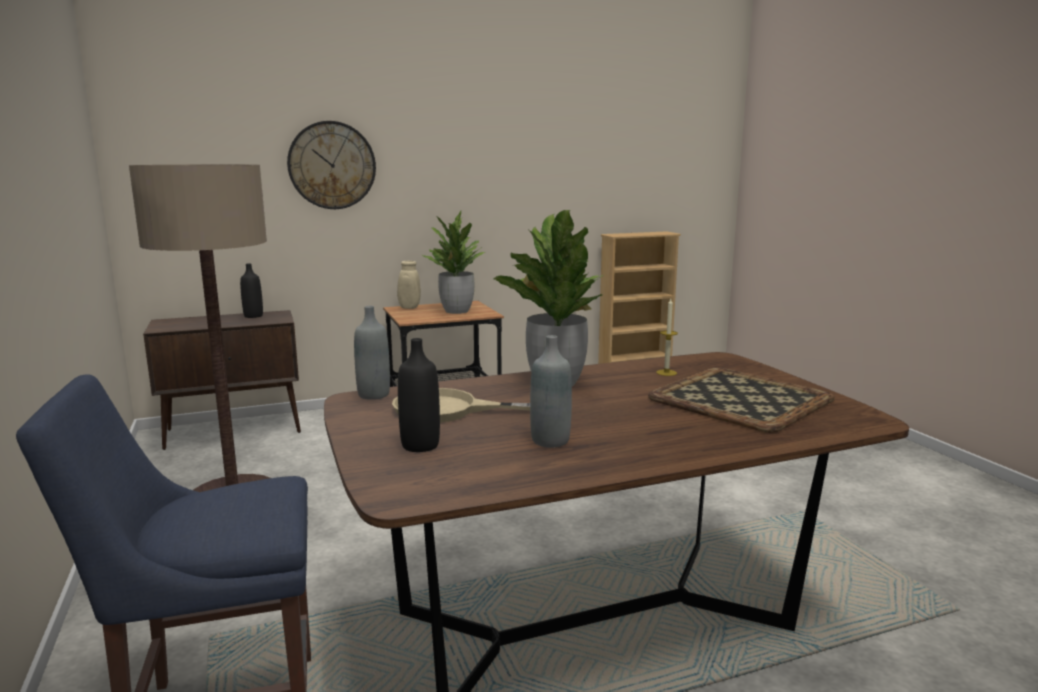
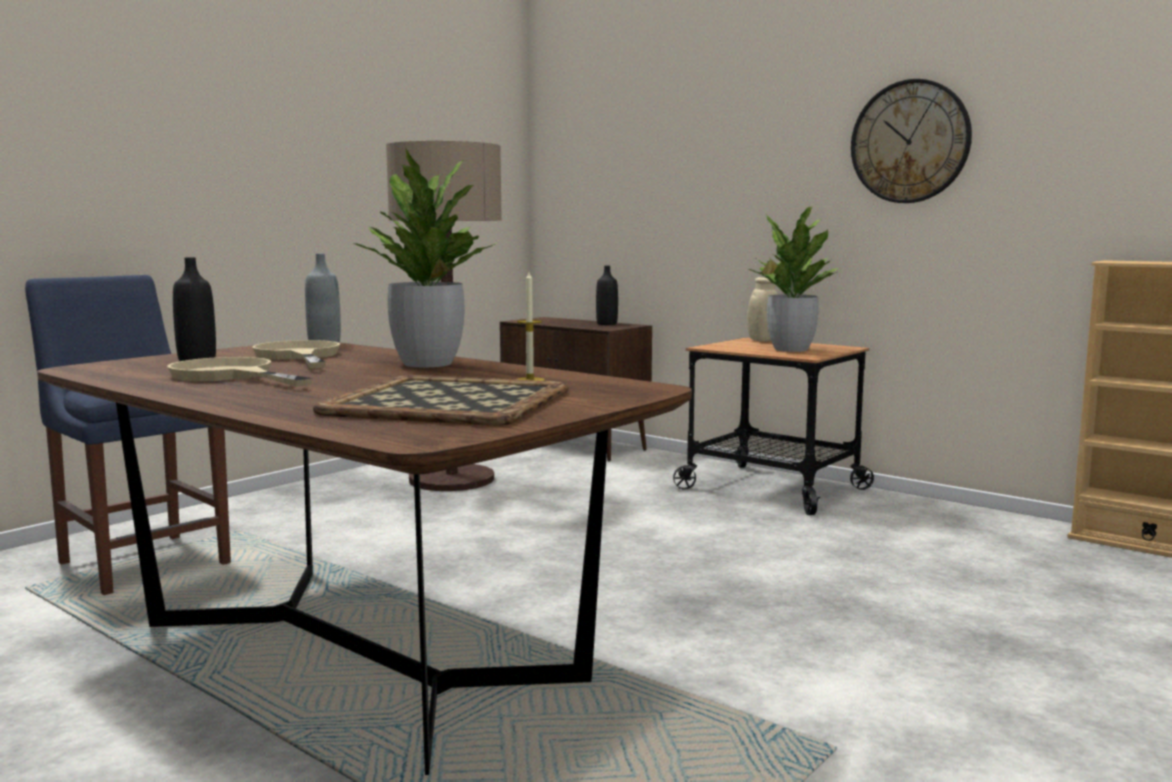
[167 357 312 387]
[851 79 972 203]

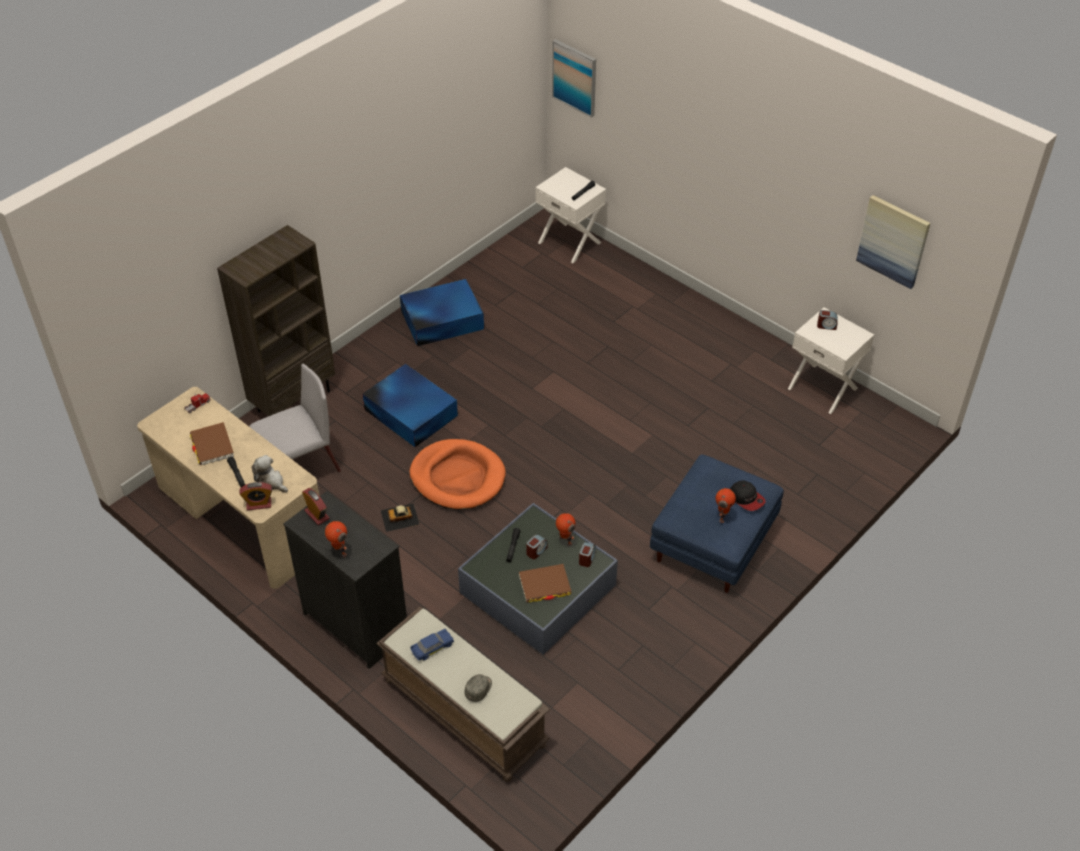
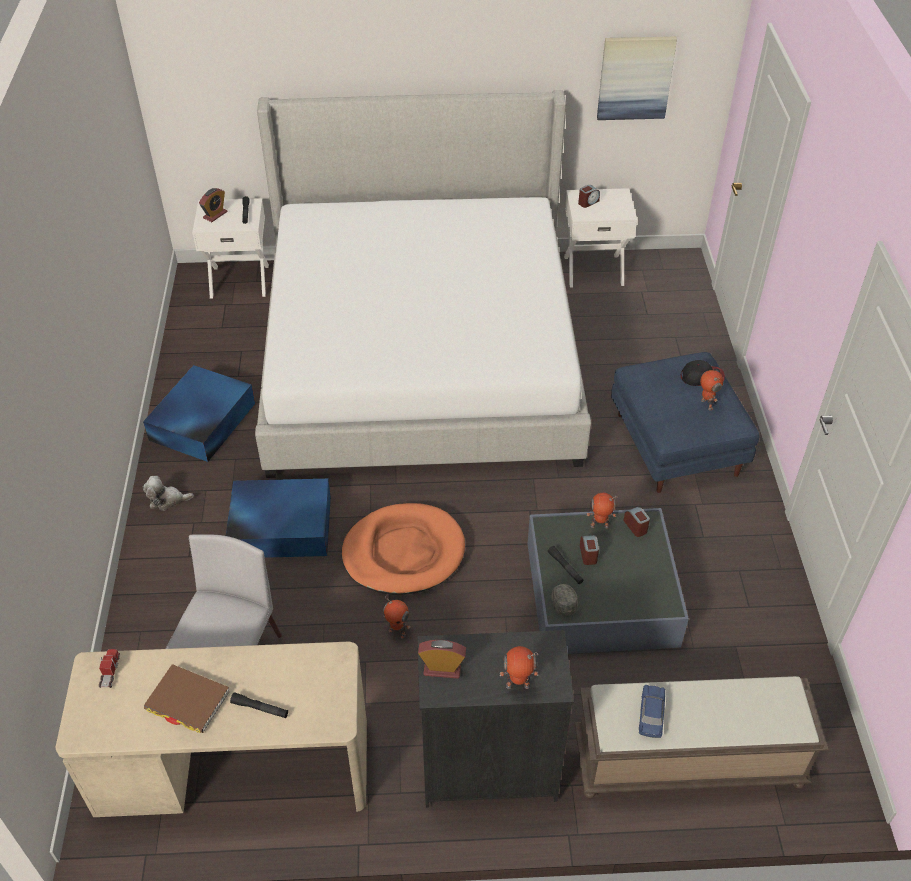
[143 476 194 511]
[199 188 227 222]
[255 90 591 478]
[383 597 410 639]
[551 584 578 616]
[217 225 335 416] (first image)
[519 564 572 603] (first image)
[552 39 596 118] (first image)

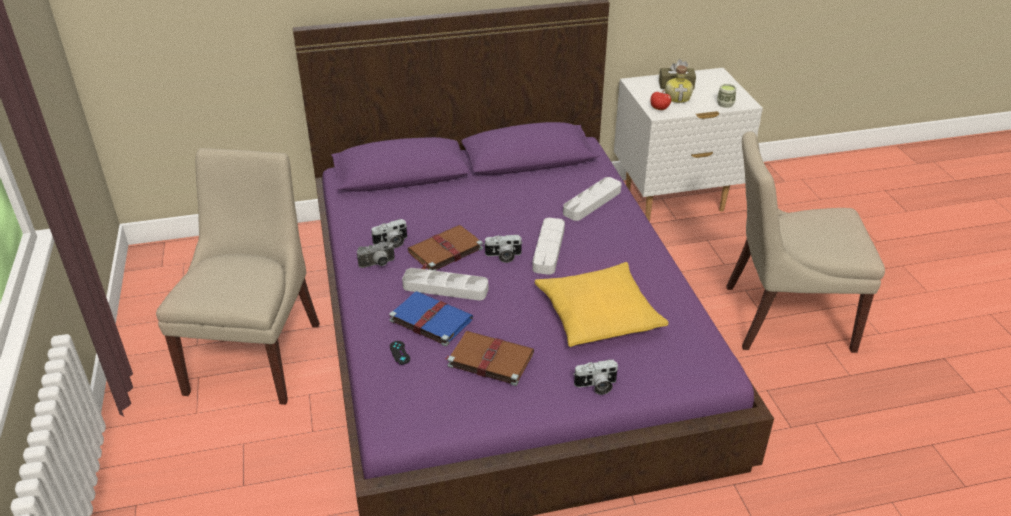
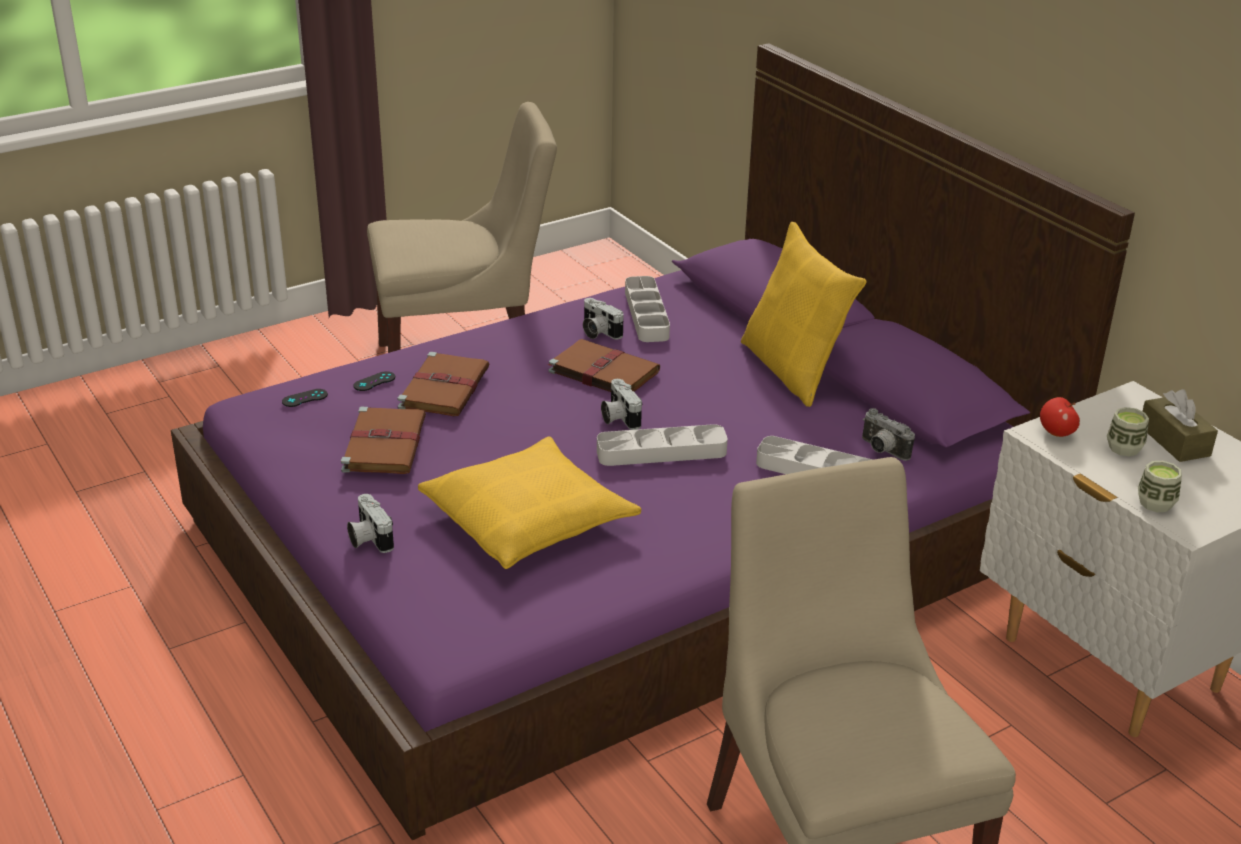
[282 389 328 407]
[397 352 490 416]
[625 276 670 342]
[741 222 867 407]
[862 408 915 461]
[1107 407 1149 457]

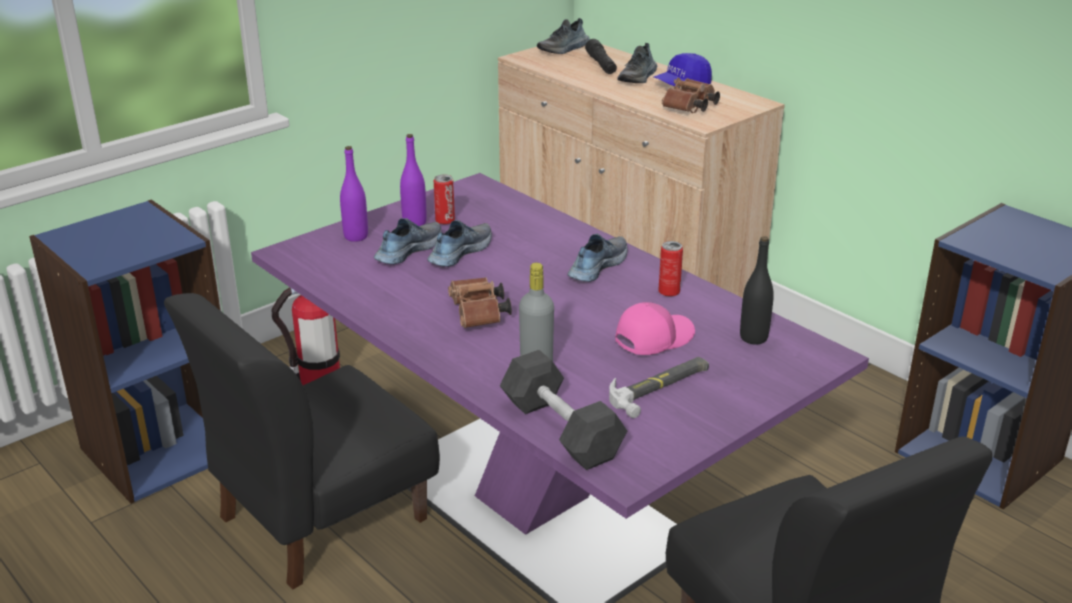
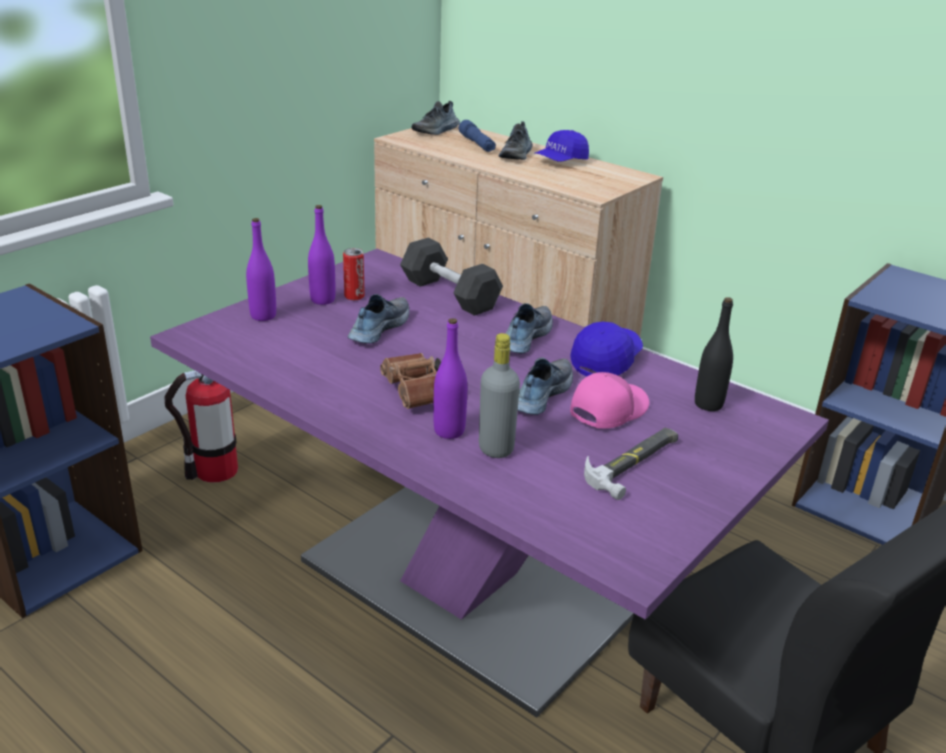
[400 238 503 316]
[433 318 467 439]
[459 120 496 152]
[518 357 573 415]
[570 322 643 376]
[164 293 440 590] (first image)
[662 78 720 113] (first image)

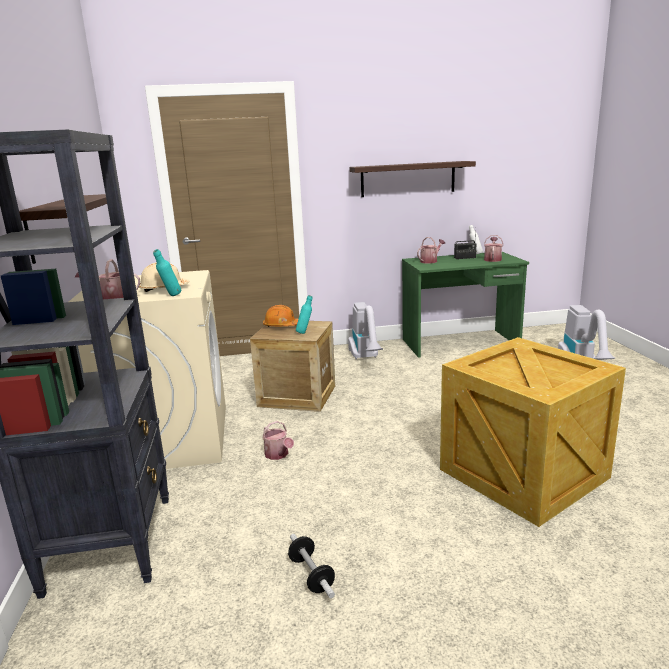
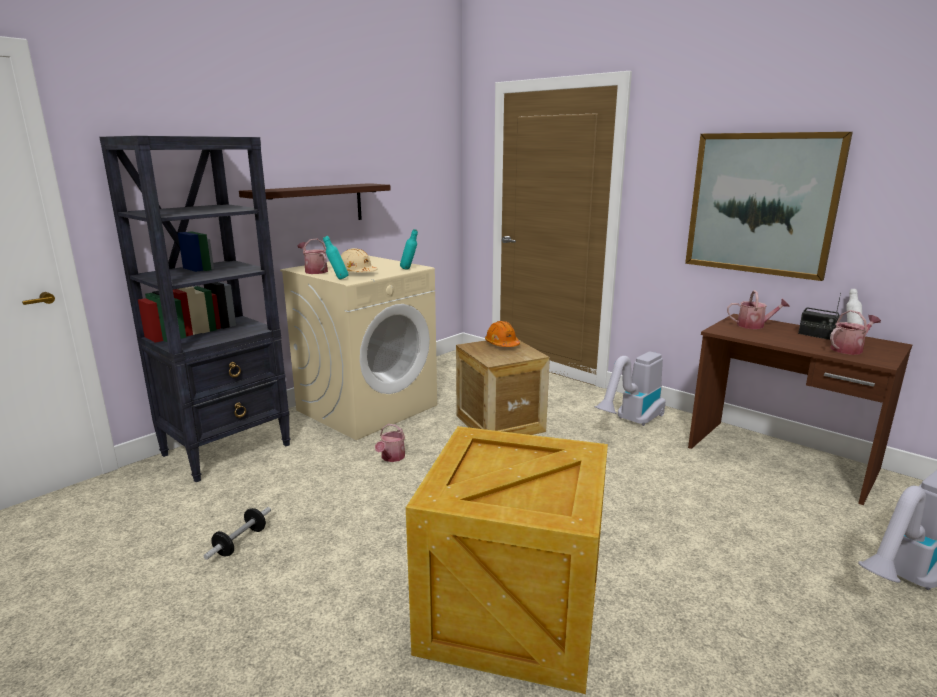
[400 229 418 270]
[685 132 853 281]
[688 314 912 505]

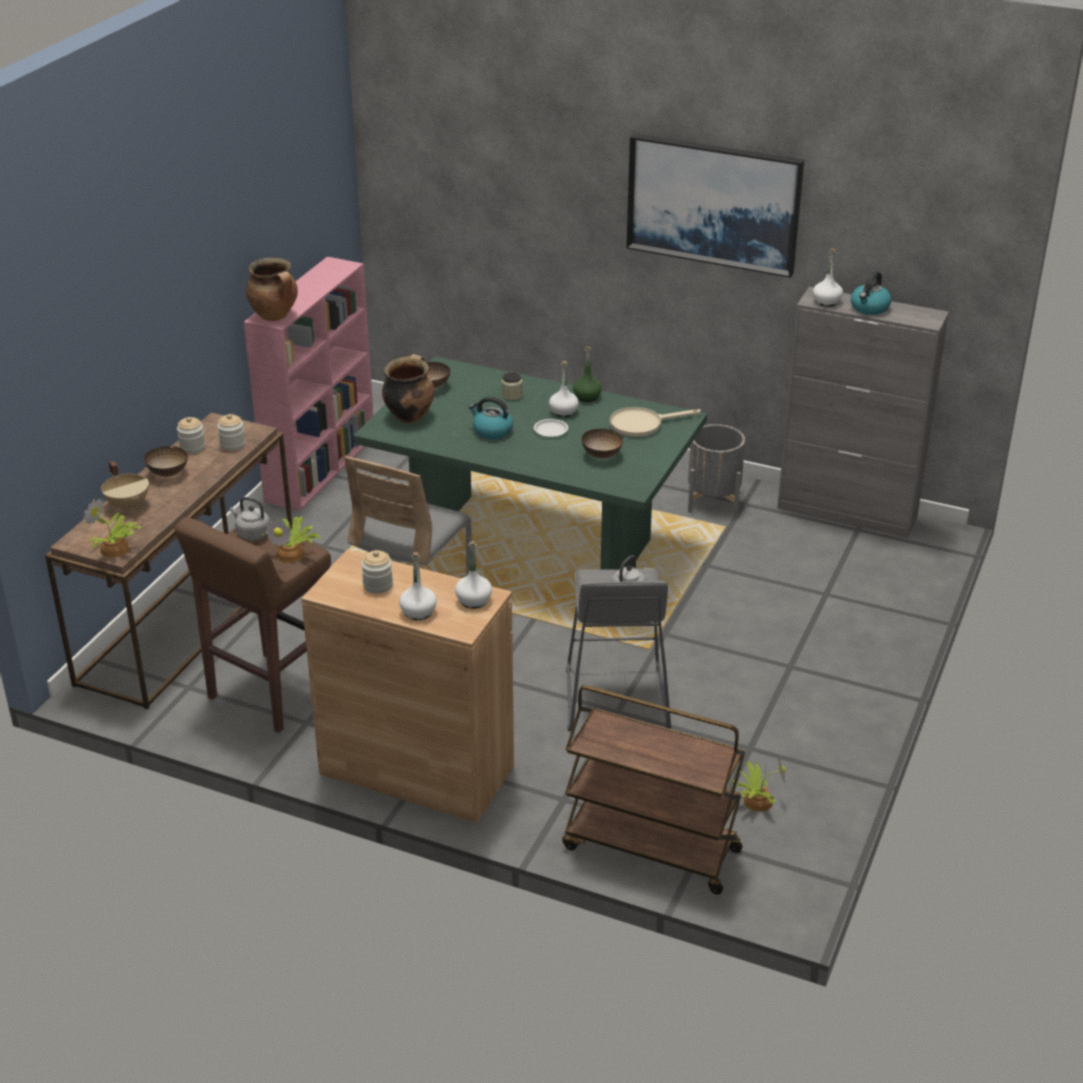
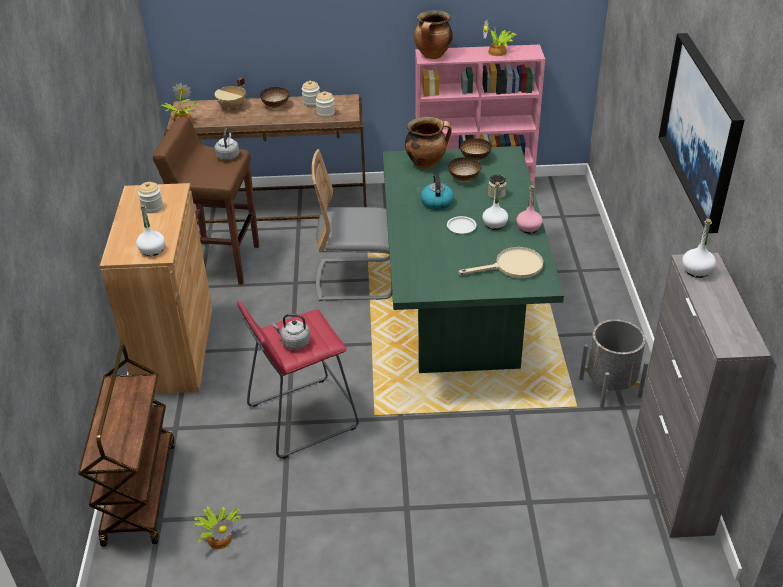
[237 301 359 459]
[448 157 482 181]
[458 247 543 278]
[483 19 517 56]
[516 185 543 233]
[399 552 437 620] (first image)
[851 271 891 315] (first image)

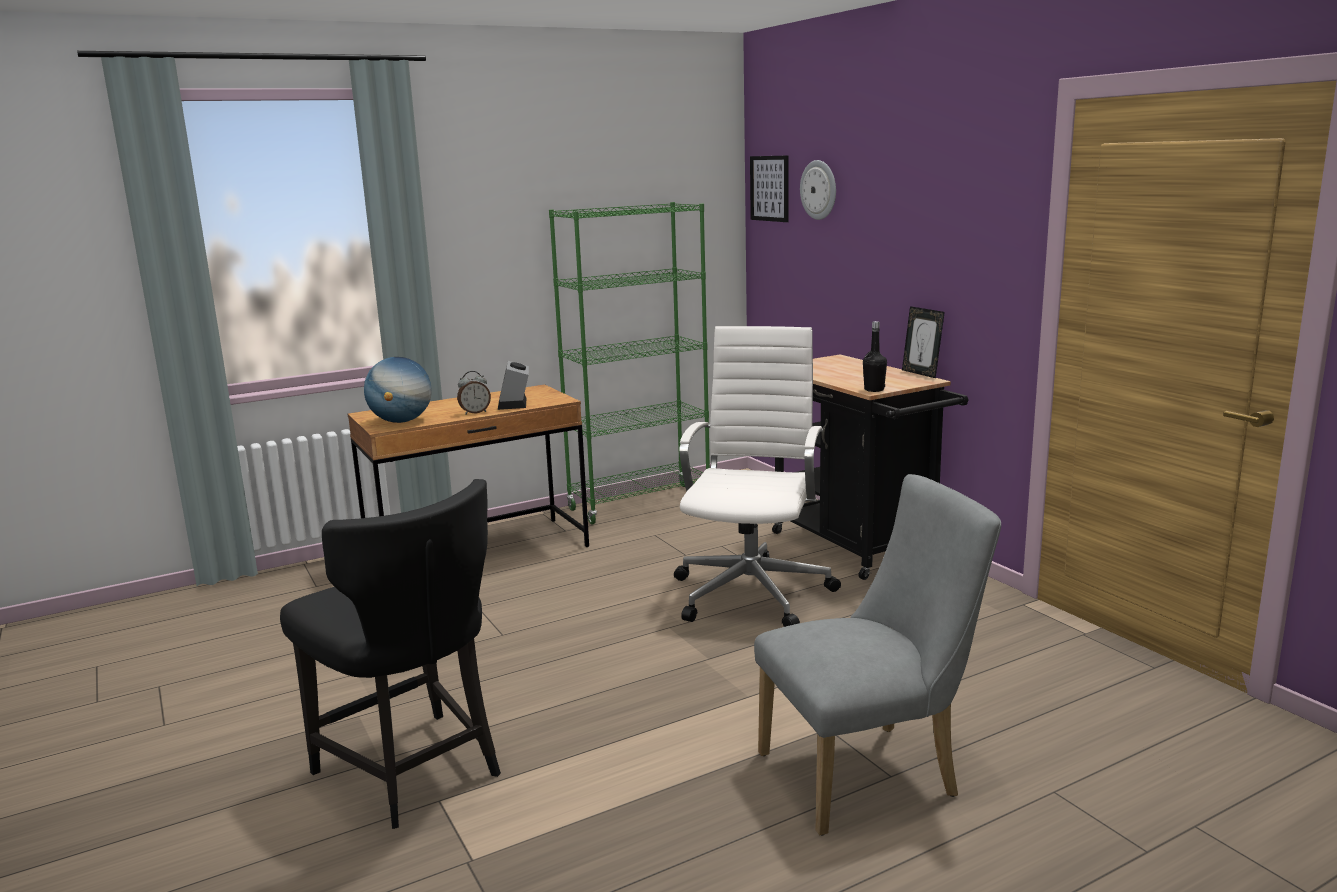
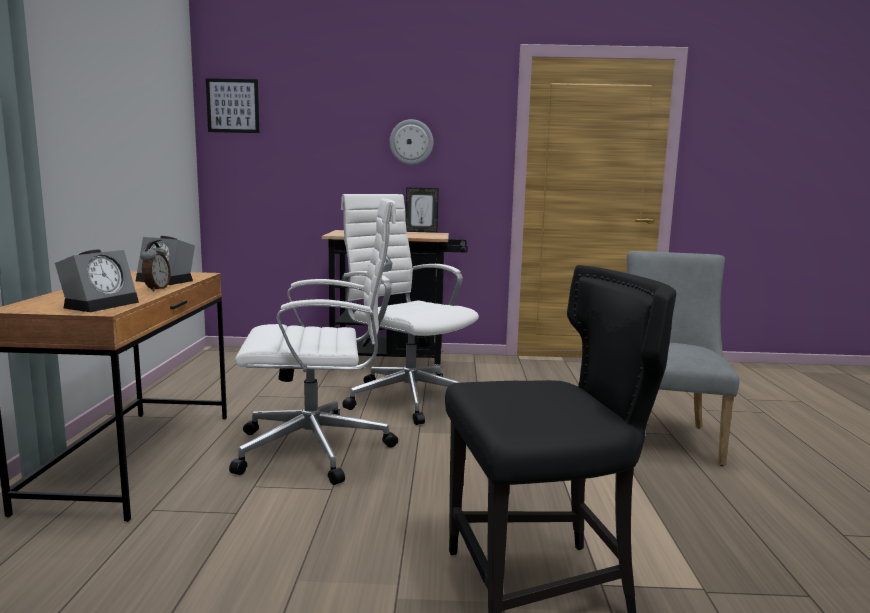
[55 249 139 312]
[229 198 398 485]
[389 119 433 165]
[549 202 710 524] (first image)
[863 321 887 392] (first image)

